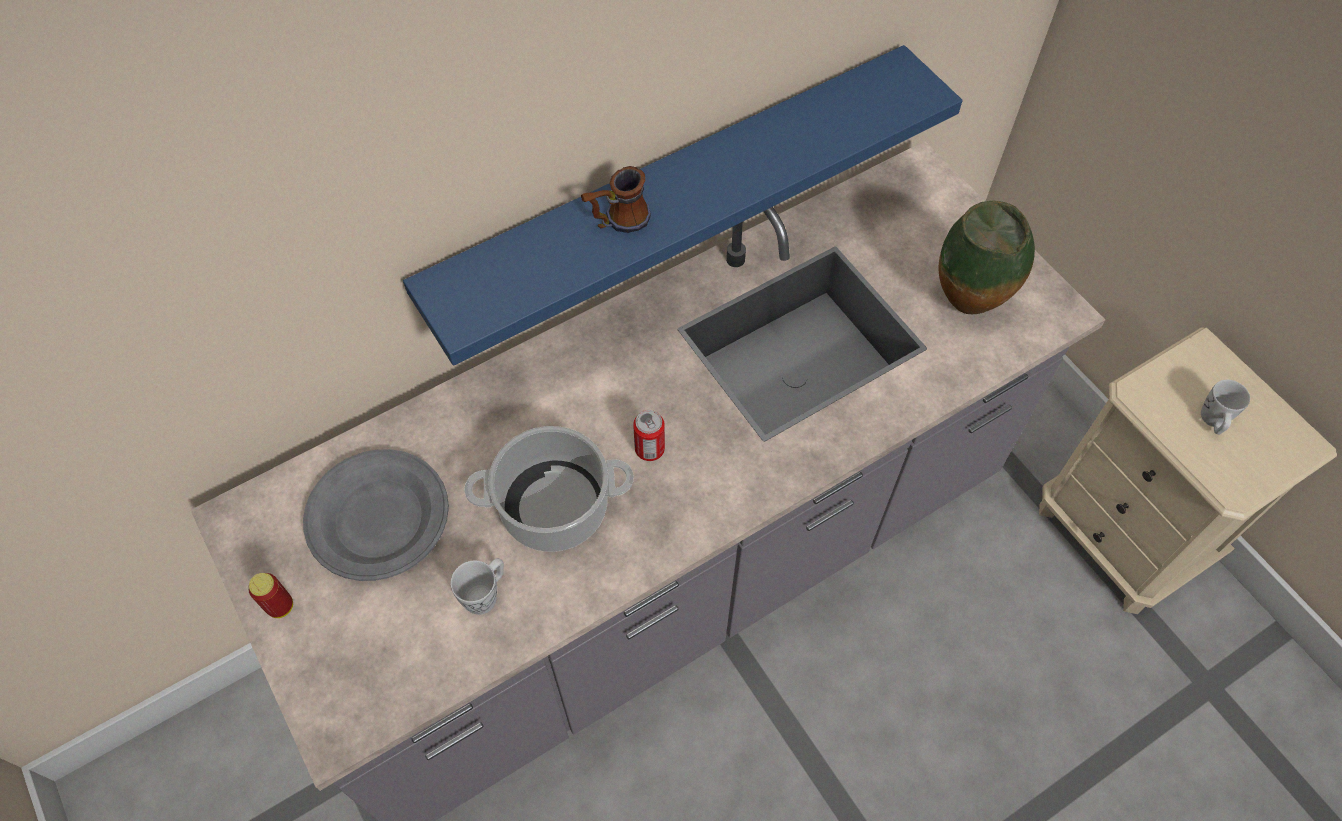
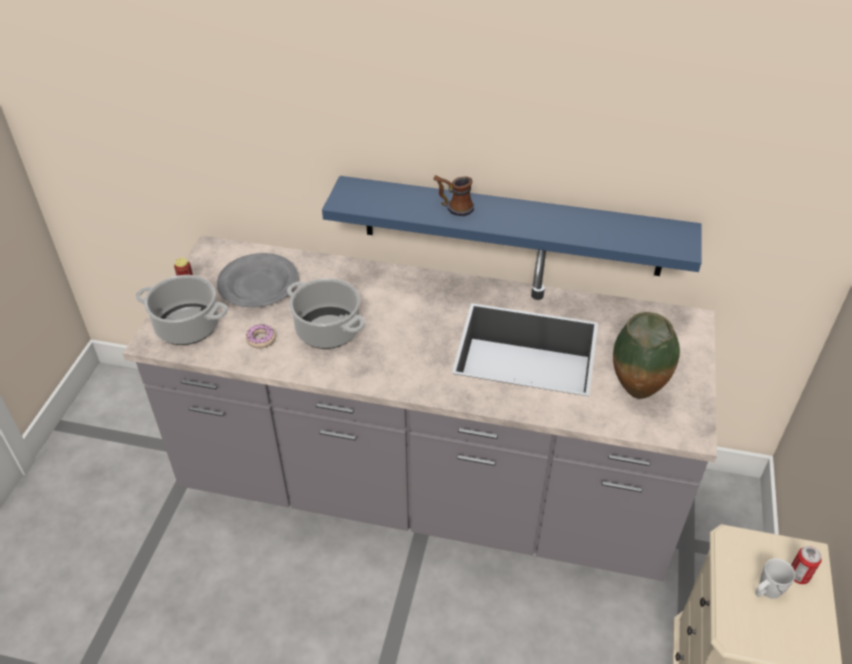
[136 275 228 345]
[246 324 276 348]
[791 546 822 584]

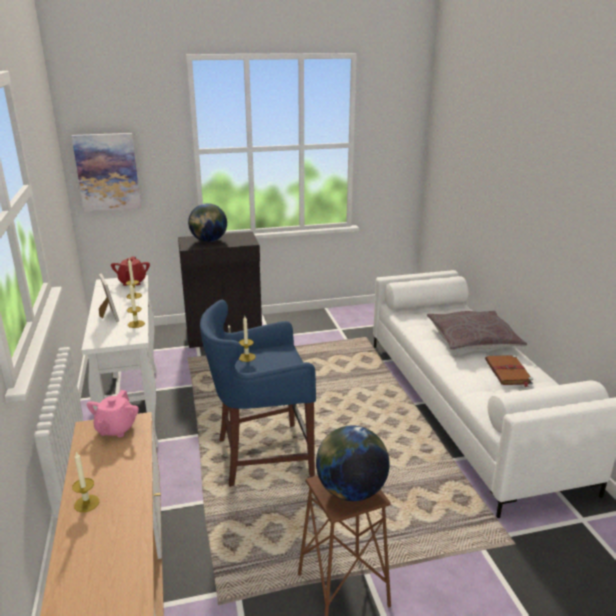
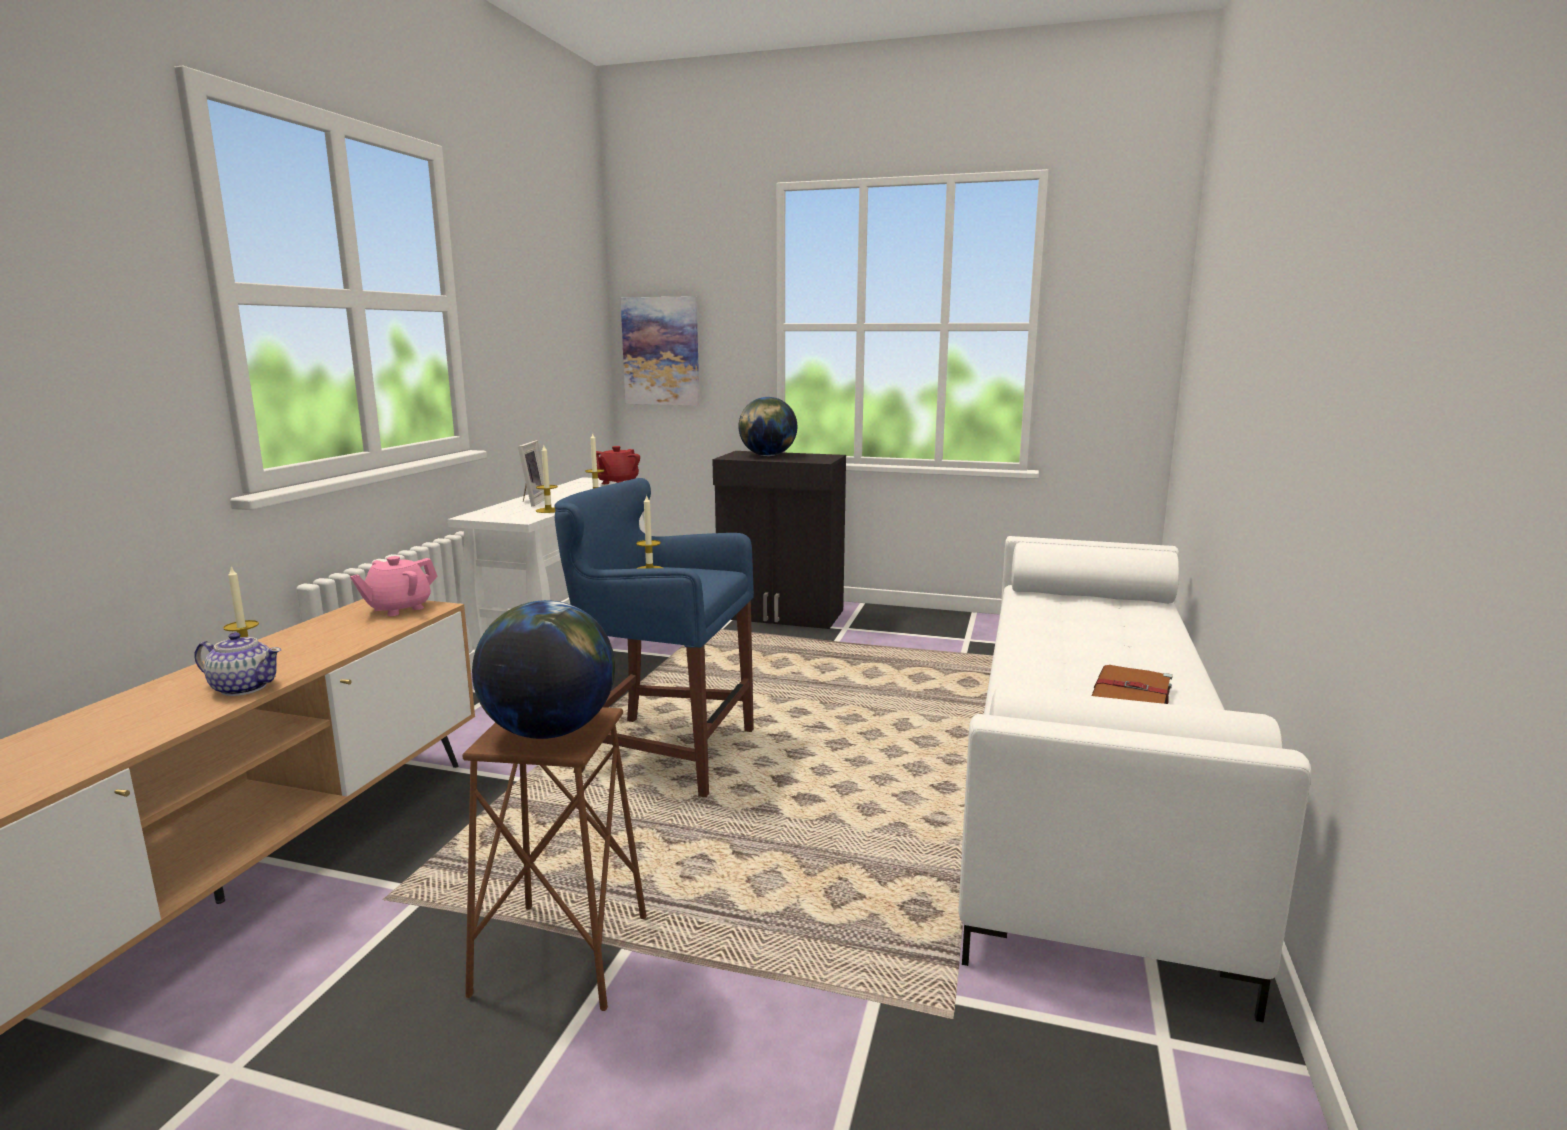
[195 632 281 696]
[427 311 527 350] (first image)

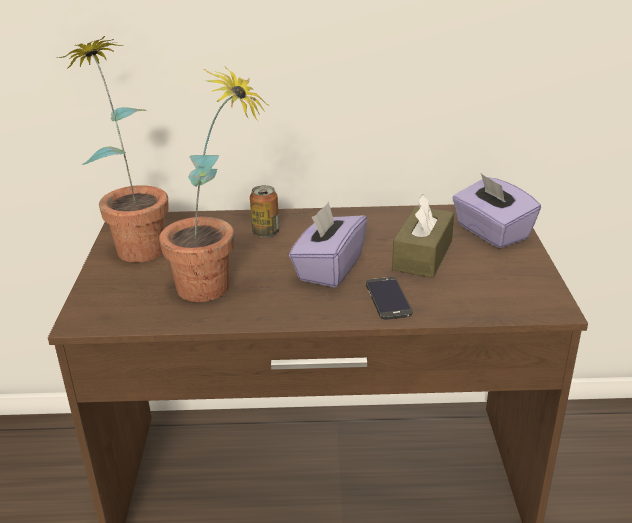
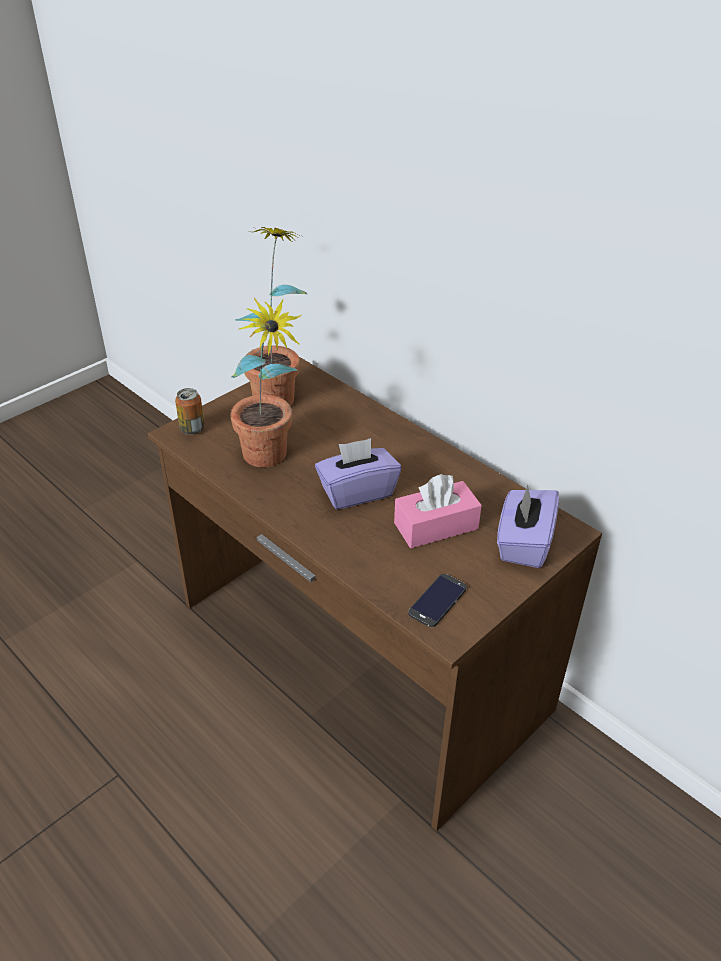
[175 388 204 435]
[394 474 482 548]
[408 574 467 627]

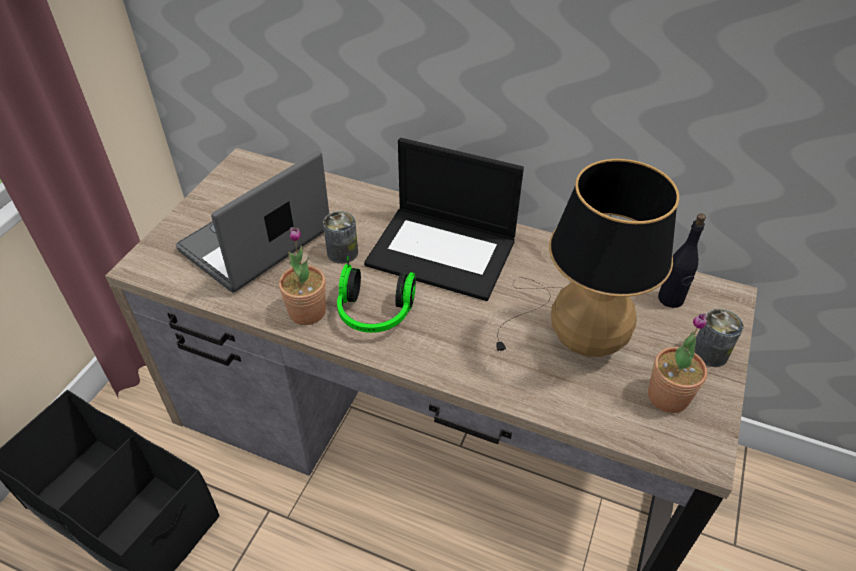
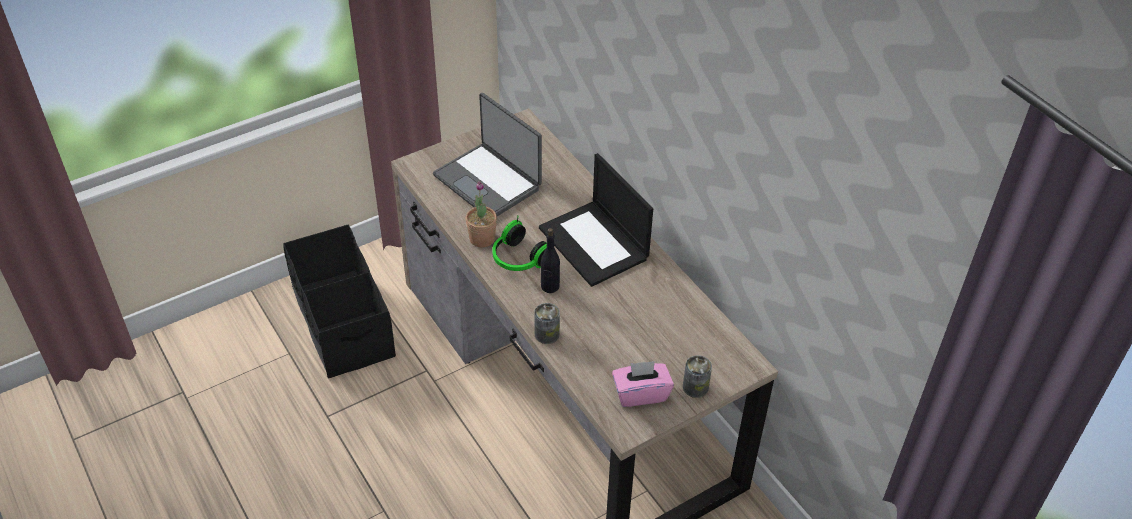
[433 93 542 216]
[534 303 560 344]
[541 228 560 293]
[612 361 674 407]
[496 159 679 357] (first image)

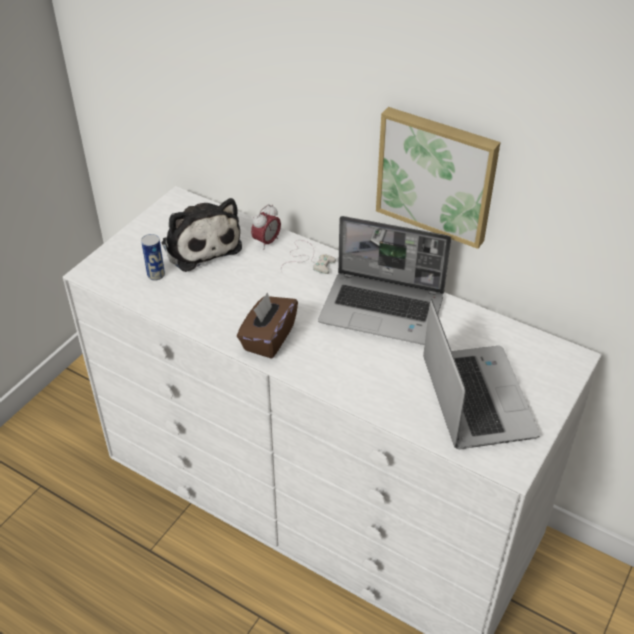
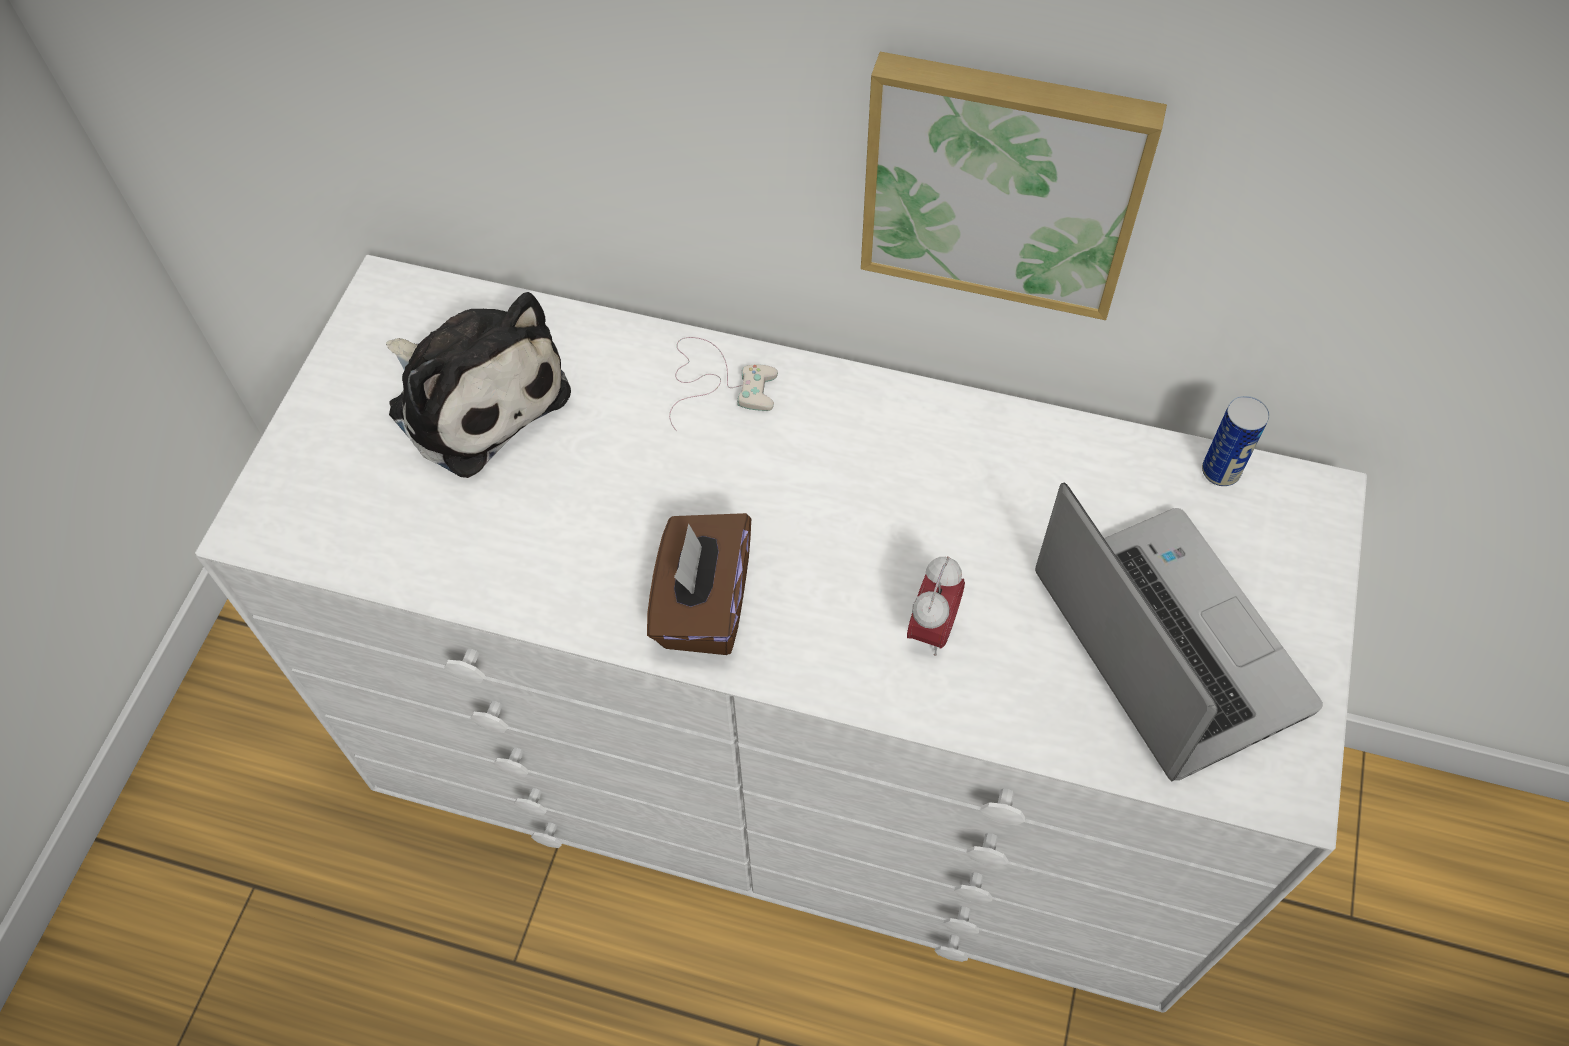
[907 556 965 656]
[1202 396 1269 486]
[318 216 451 345] (first image)

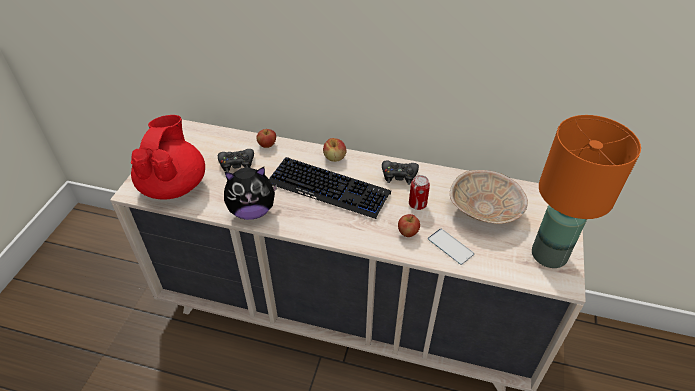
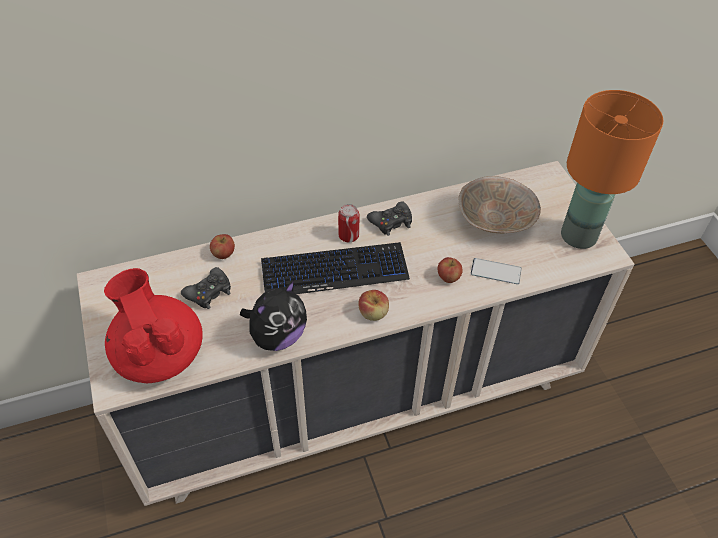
[338 204 359 242]
[358 290 389 321]

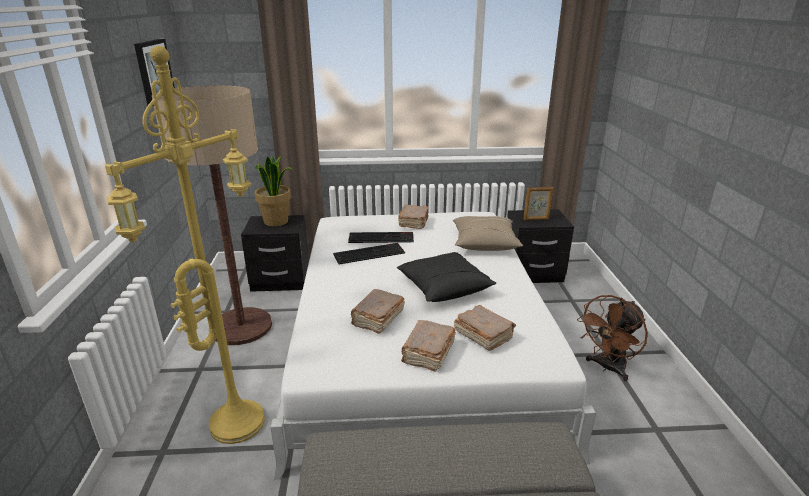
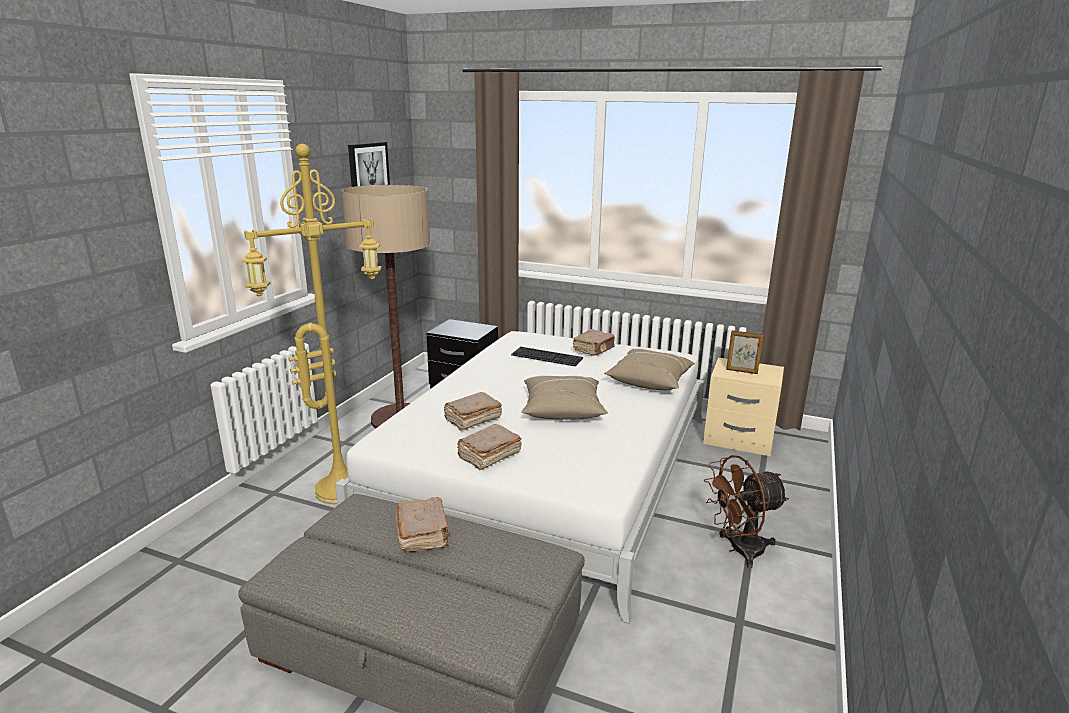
[396 497 450 552]
[521 375 608 420]
[703 358 784 456]
[255 156 293 226] (first image)
[333 243 405 264] (first image)

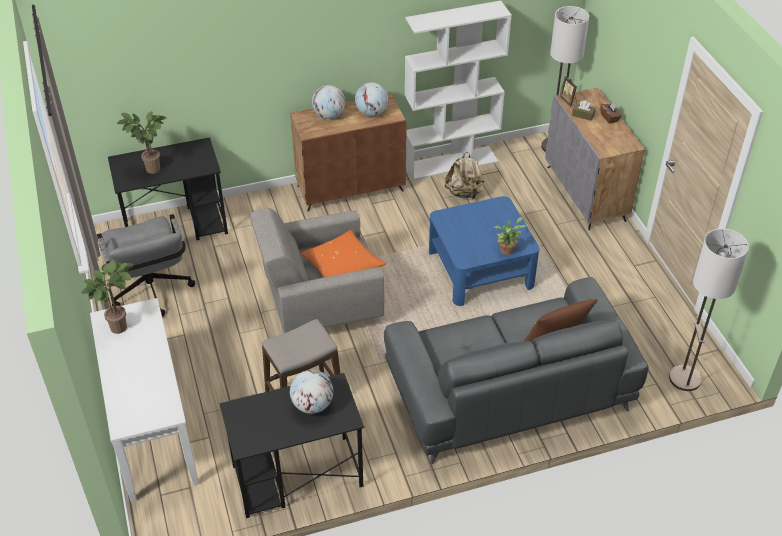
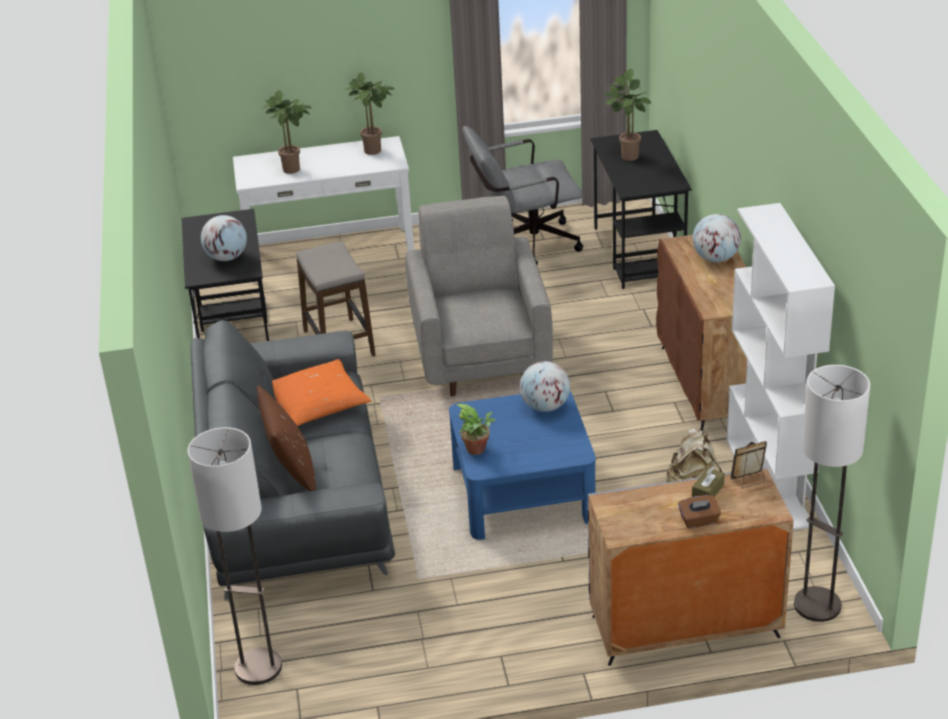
[263 90 312 174]
[272 359 371 426]
[520 361 570 412]

